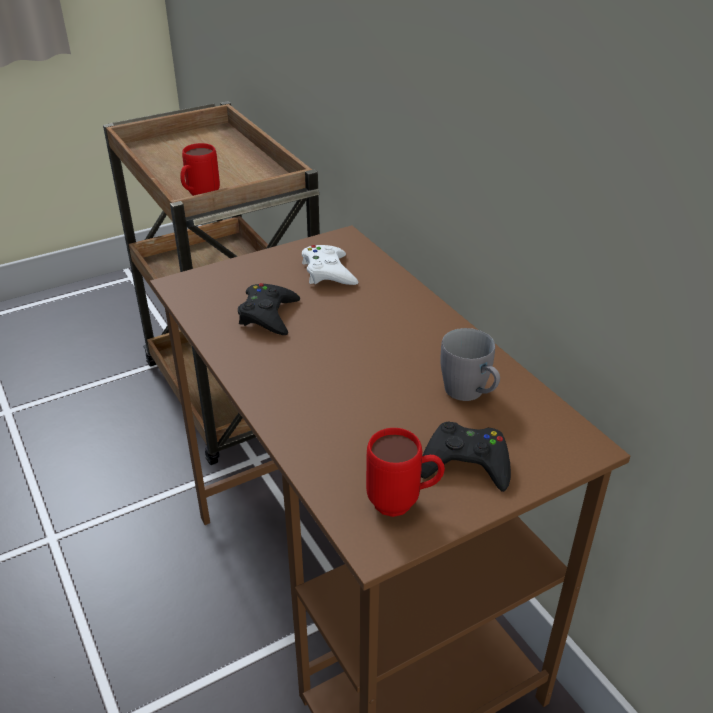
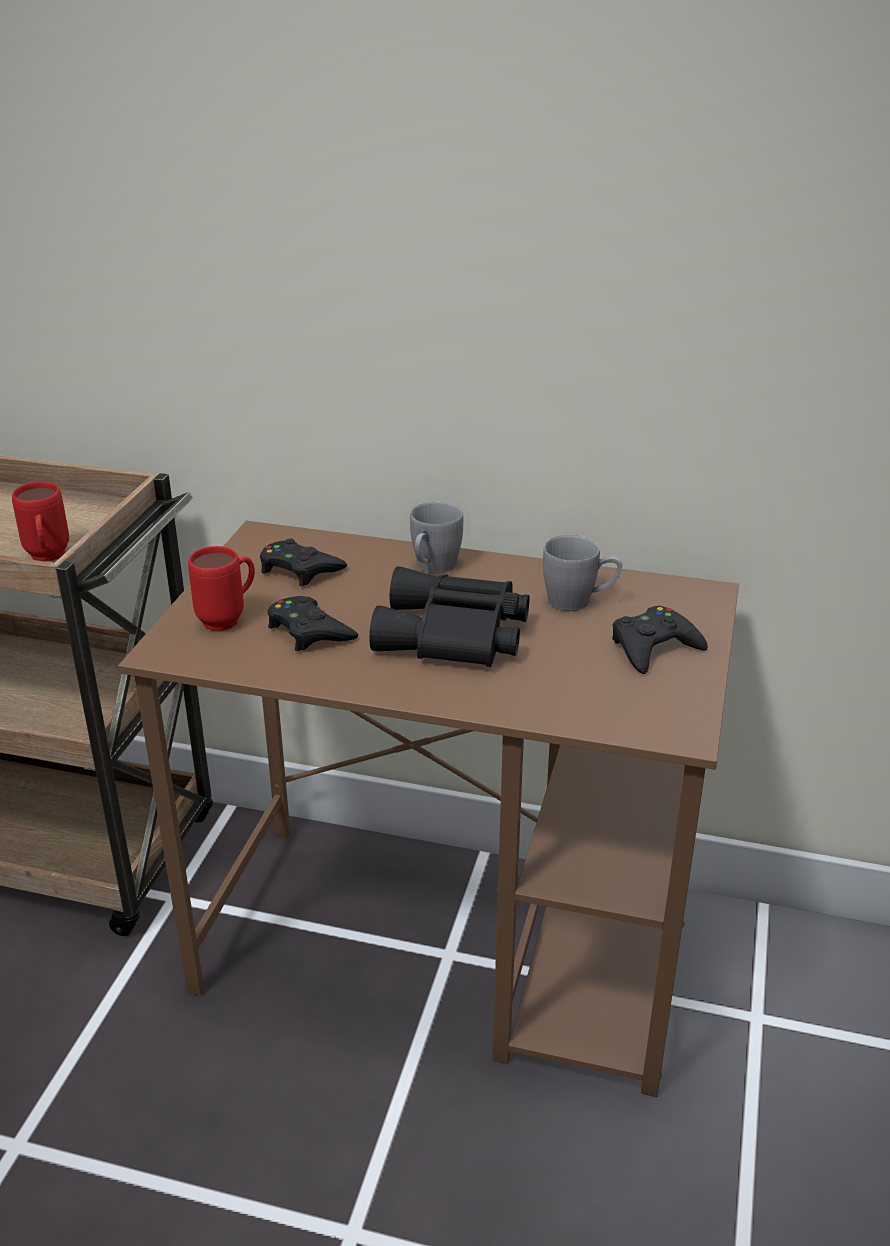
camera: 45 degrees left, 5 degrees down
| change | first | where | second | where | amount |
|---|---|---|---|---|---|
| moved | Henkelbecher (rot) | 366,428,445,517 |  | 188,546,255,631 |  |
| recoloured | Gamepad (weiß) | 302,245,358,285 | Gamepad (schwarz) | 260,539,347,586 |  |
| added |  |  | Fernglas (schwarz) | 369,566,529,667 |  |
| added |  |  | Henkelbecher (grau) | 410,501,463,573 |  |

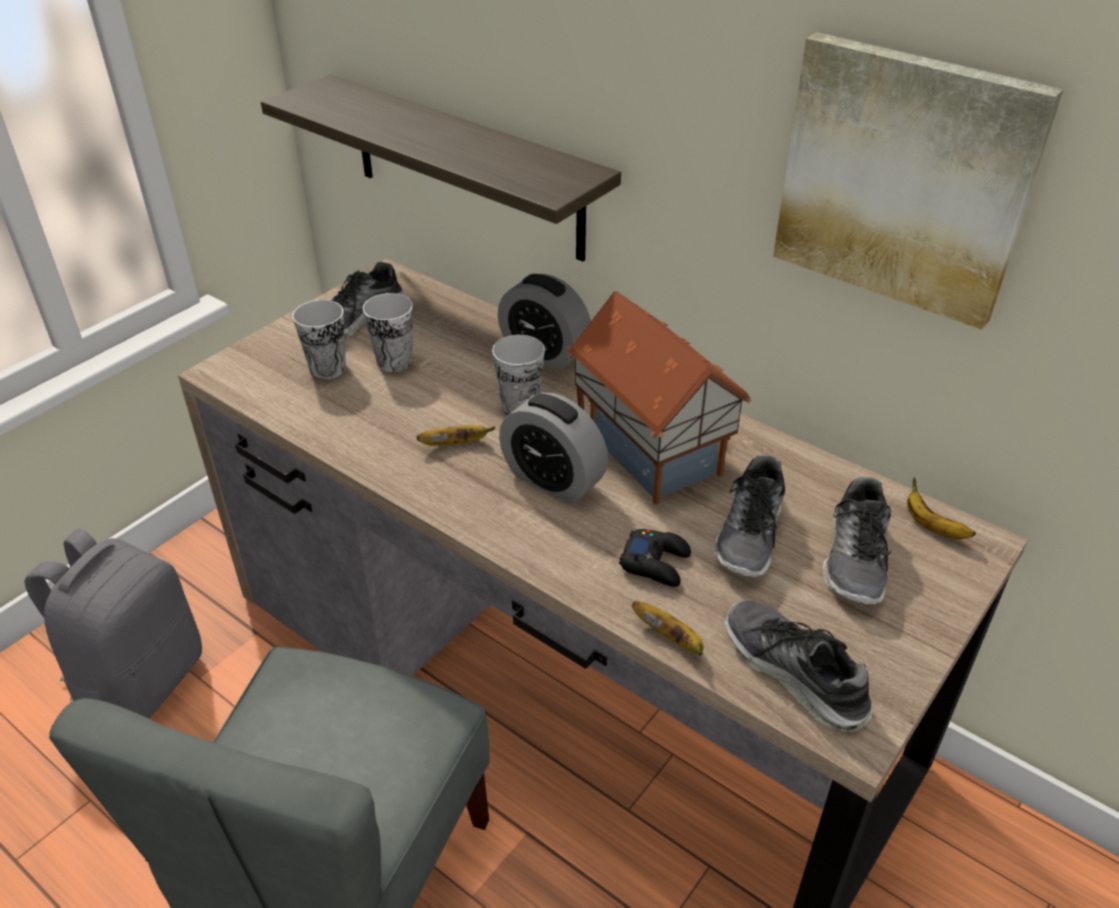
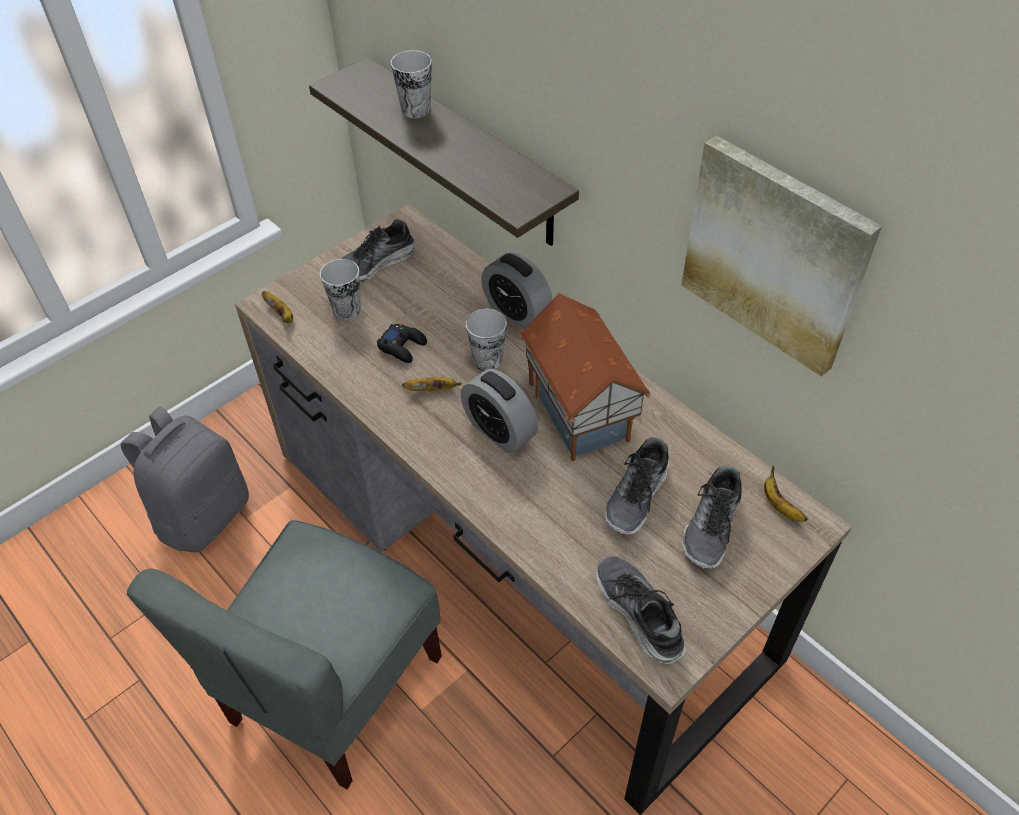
camera: 10 degrees right, 10 degrees up
| change | first | where | second | where | amount |
|---|---|---|---|---|---|
| moved | Banane | 632,601,704,656 |  | 262,291,293,323 |  |
| moved | Gamepad (schwarz) | 619,529,691,587 |  | 377,324,427,363 |  |
| moved | Tasse | 363,293,413,372 |  | 391,50,432,118 |  |

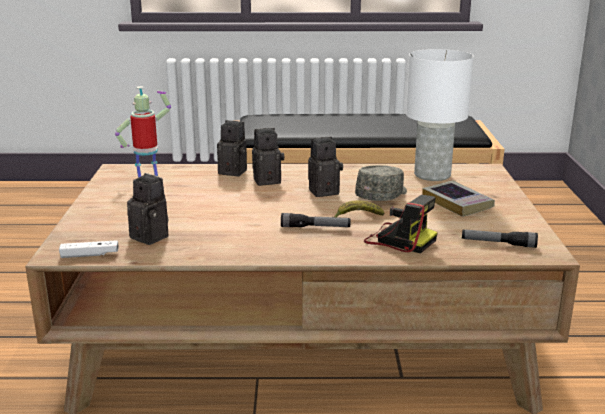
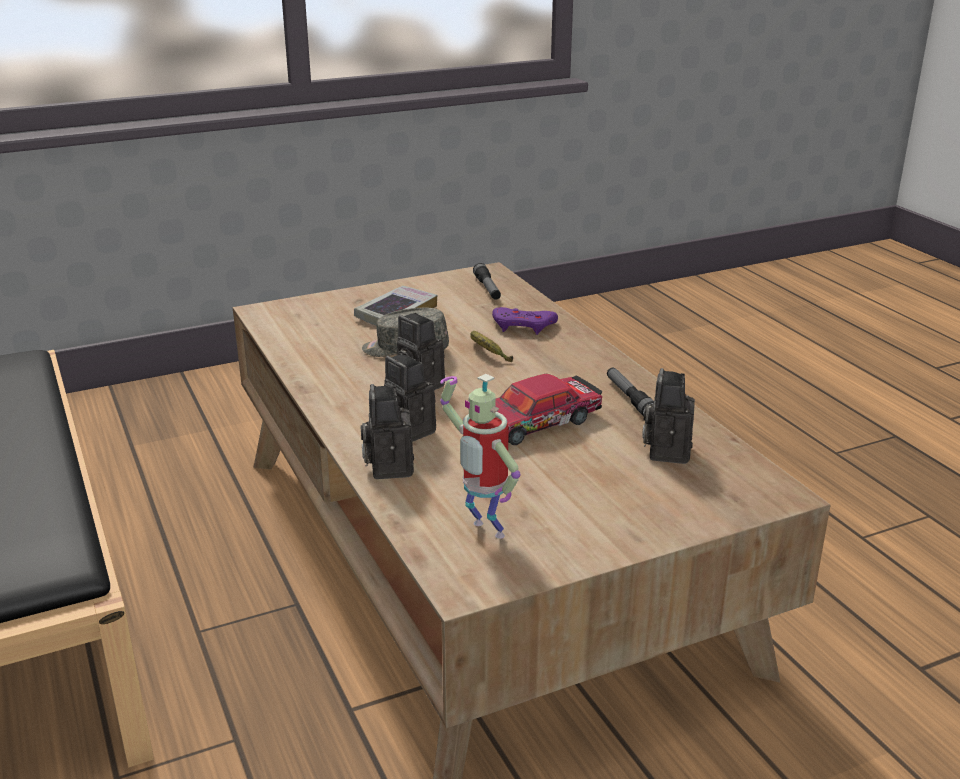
camera: 115 degrees left, 5 degrees up
| change | first | where | second | where | amount |
|---|---|---|---|---|---|
| replaced | Kamera | 364,195,438,253 | Gamepad (lila) | 492,307,558,335 |  |
| added |  |  | Spielzeugauto | 496,374,603,445 |  |
| moved | Taschenlampe | 281,213,351,227 |  | 607,368,654,417 |  |
| removed | Gamepad (weiß) | 59,240,119,258 |  |  |  |
| removed | Tischlampe (weiß) | 406,49,473,181 |  |  |  |

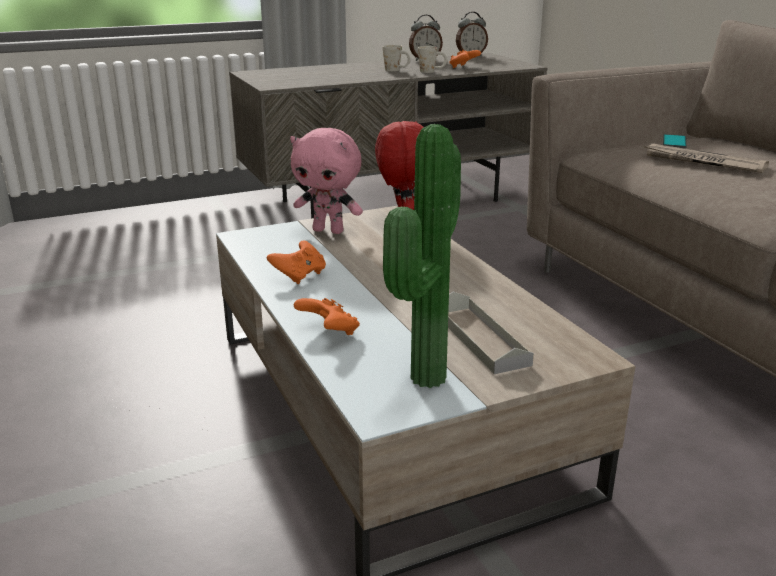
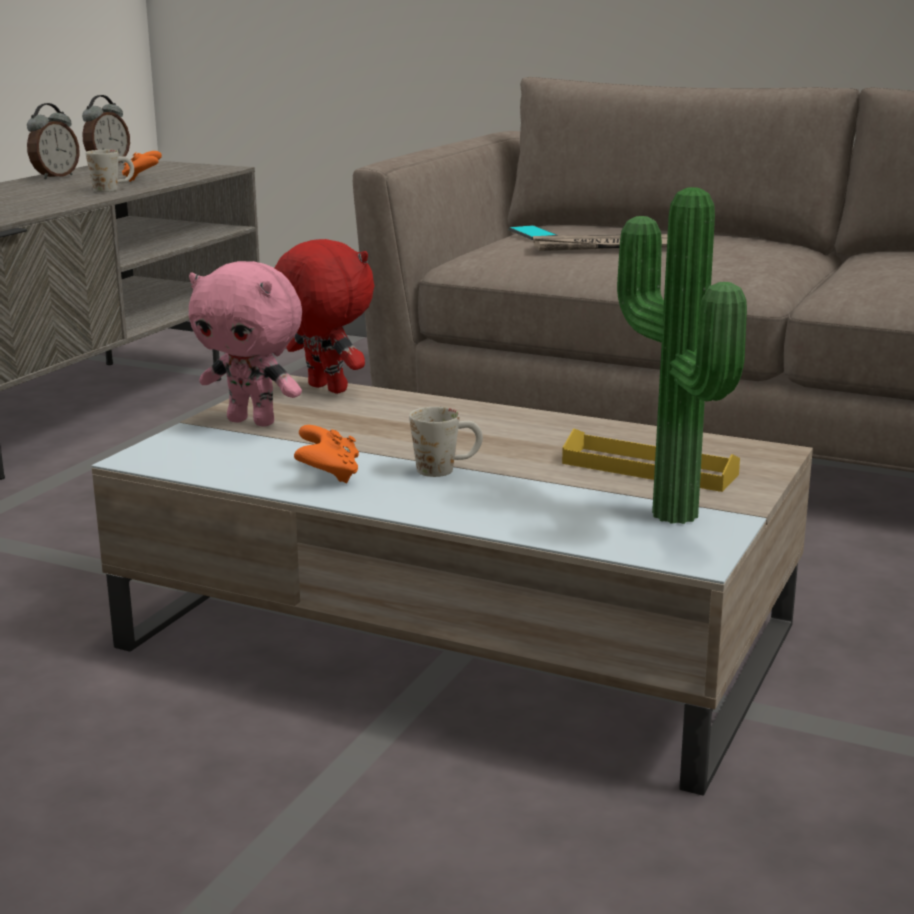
camera: 40 degrees left, 5 degrees down
| change | first | where | second | where | amount |
|---|---|---|---|---|---|
| turned | Plüschtier (rosa) | 290,128,363,234 |  | 189,261,302,426 | 45 degrees clockwise |
| moved | Henkelbecher (weiß) | 382,45,411,71 |  | 409,407,483,477 |  |
| recoloured | Tablett (grau) | 448,292,534,374 | Tablett (gelb) | 562,428,740,492 |  |
| removed | Gamepad (orange) | 294,298,360,335 |  |  |  |

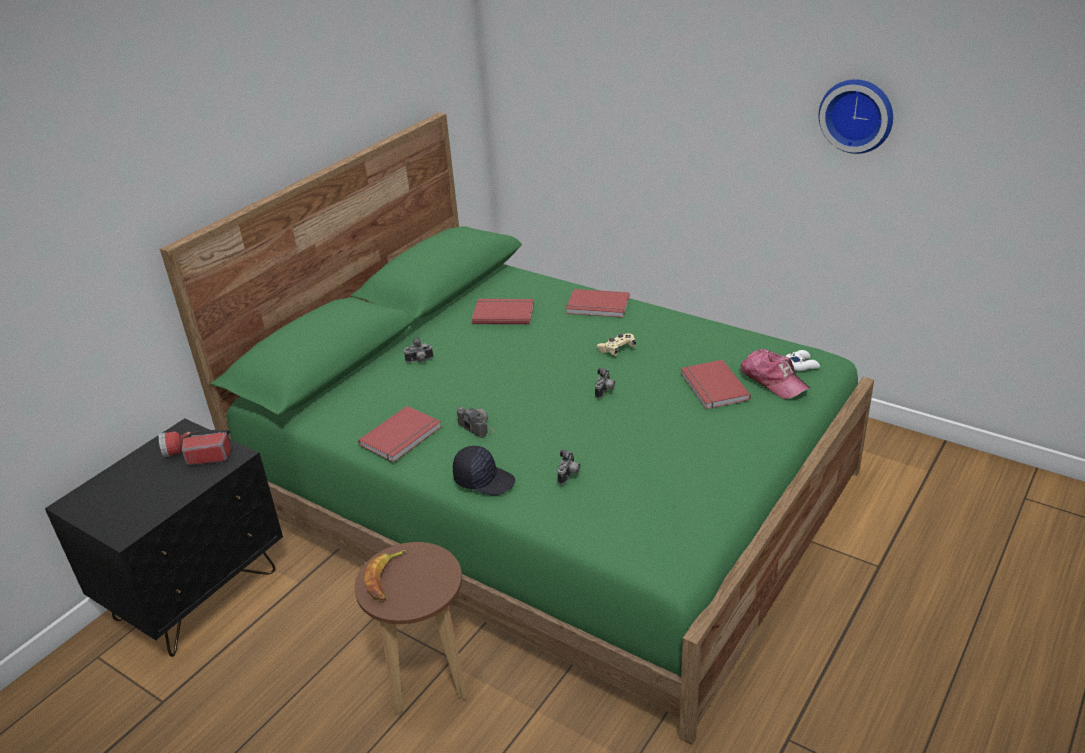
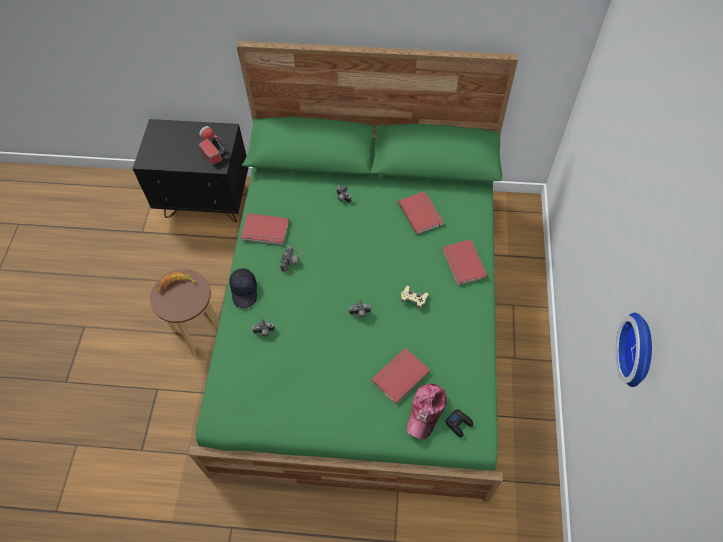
camera: 60 degrees right, 25 degrees up
| change | first | where | second | where | amount |
|---|---|---|---|---|---|
| recoloured | Gamepad (weiß) | 786,350,820,371 | Gamepad (schwarz) | 445,409,473,437 |  |

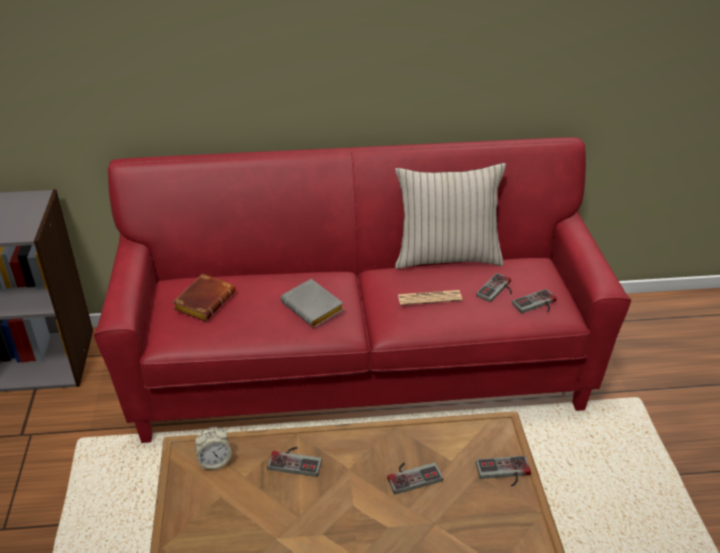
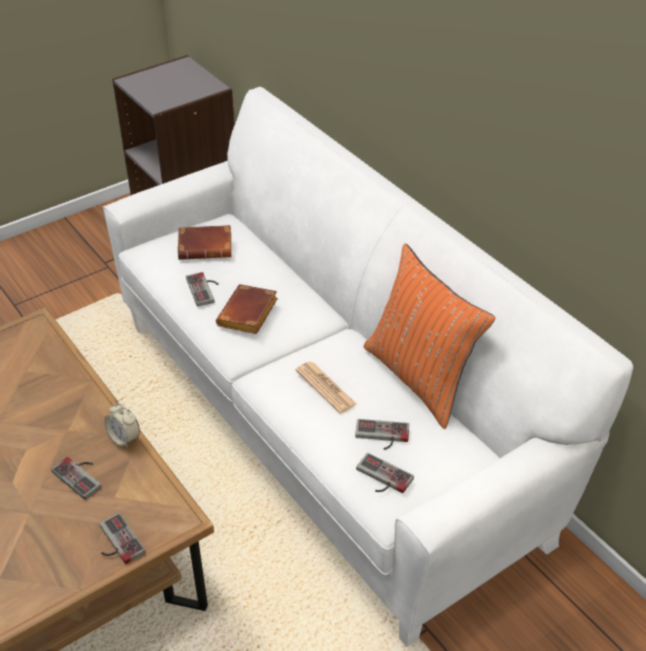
camera: 60 degrees right, 5 degrees up
| change | first | where | second | where | amount |
|---|---|---|---|---|---|
| recoloured | Sofa (rot) | 94,137,631,443 | Sofa (weiß) | 103,87,633,647 |  |
| moved | Wecker | 195,427,232,470 |  | 104,403,140,448 |  |
| moved | Gamepad | 267,447,322,477 |  | 186,272,219,307 |  |
| recoloured | Buch (grau) | 280,279,344,328 | Buch (braun) | 216,284,278,334 |  |
| recoloured | Kissen (beige) | 395,163,506,269 | Kissen (orange) | 363,243,496,429 |  |

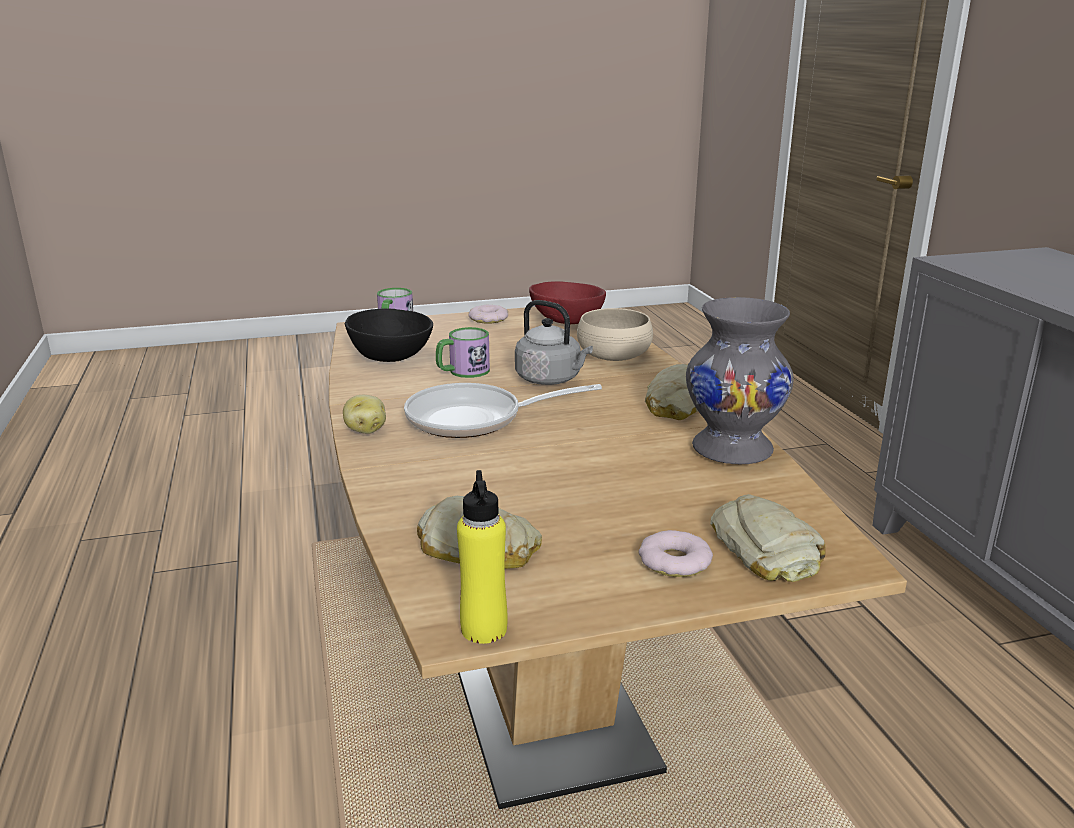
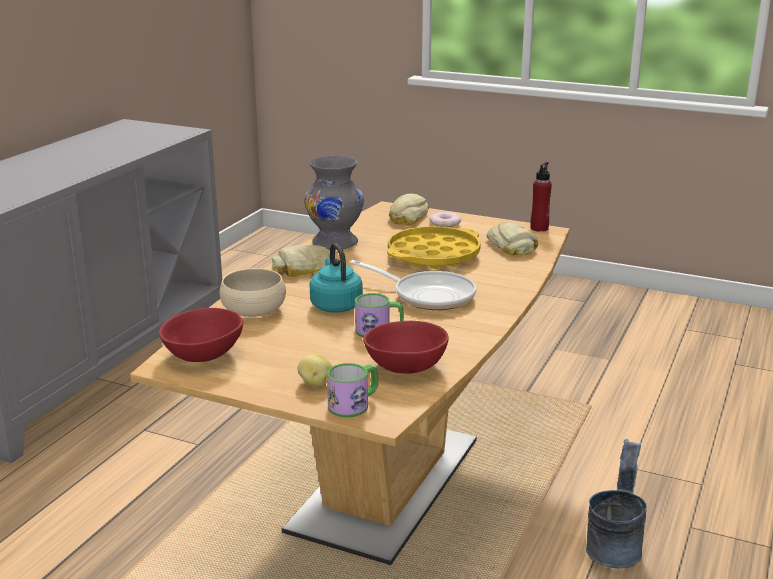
camera: 140 degrees left, 0 degrees up
| change | first | where | second | where | amount |
|---|---|---|---|---|---|
| moved | Kartoffel | 343,395,386,434 |  | 298,354,332,387 |  |
| recoloured | Wasserkessel (grau) | 515,300,593,385 | Wasserkessel (türkis) | 310,243,363,312 |  |
| recoloured | Schüssel (schwarz) | 345,309,433,362 | Schüssel (rot) | 363,321,448,373 |  |
| added |  |  | Tablett (gelb) | 387,226,481,269 |  |
| recoloured | Flasche (gelb) | 457,470,508,644 | Flasche (rot) | 530,162,552,232 |  |
| added |  |  | Eimer (grau) | 586,439,647,569 |  |
| removed | Donut | 468,305,508,324 |  |  |  |

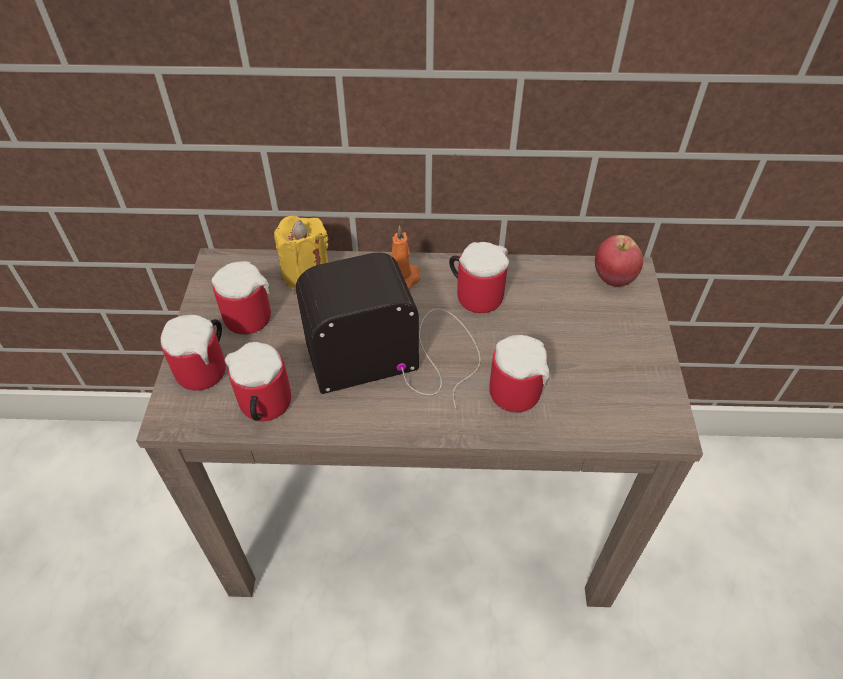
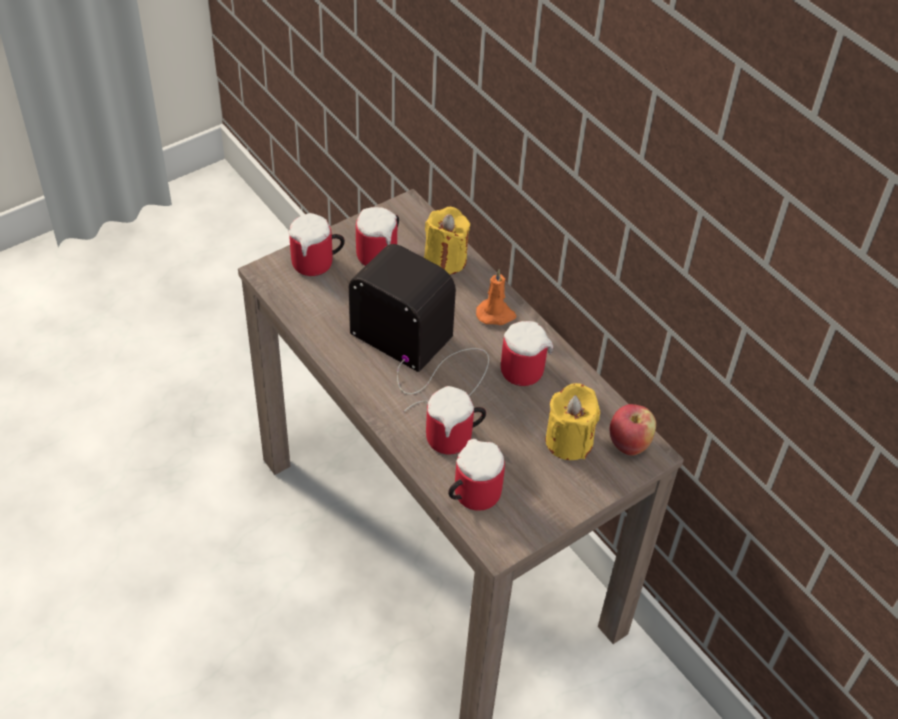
camera: 50 degrees right, 0 degrees up
| change | first | where | second | where | amount |
|---|---|---|---|---|---|
| moved | Henkelbecher | 225,342,291,421 |  | 448,439,505,511 |  |
| added |  |  | Kerze (gelb) | 545,383,600,460 |  |

